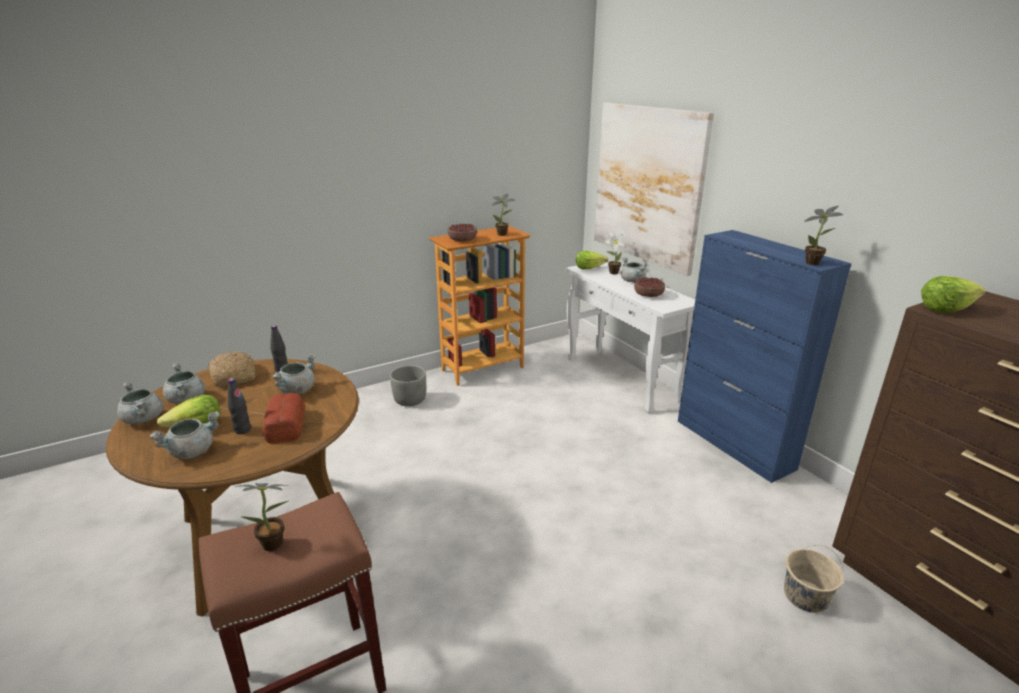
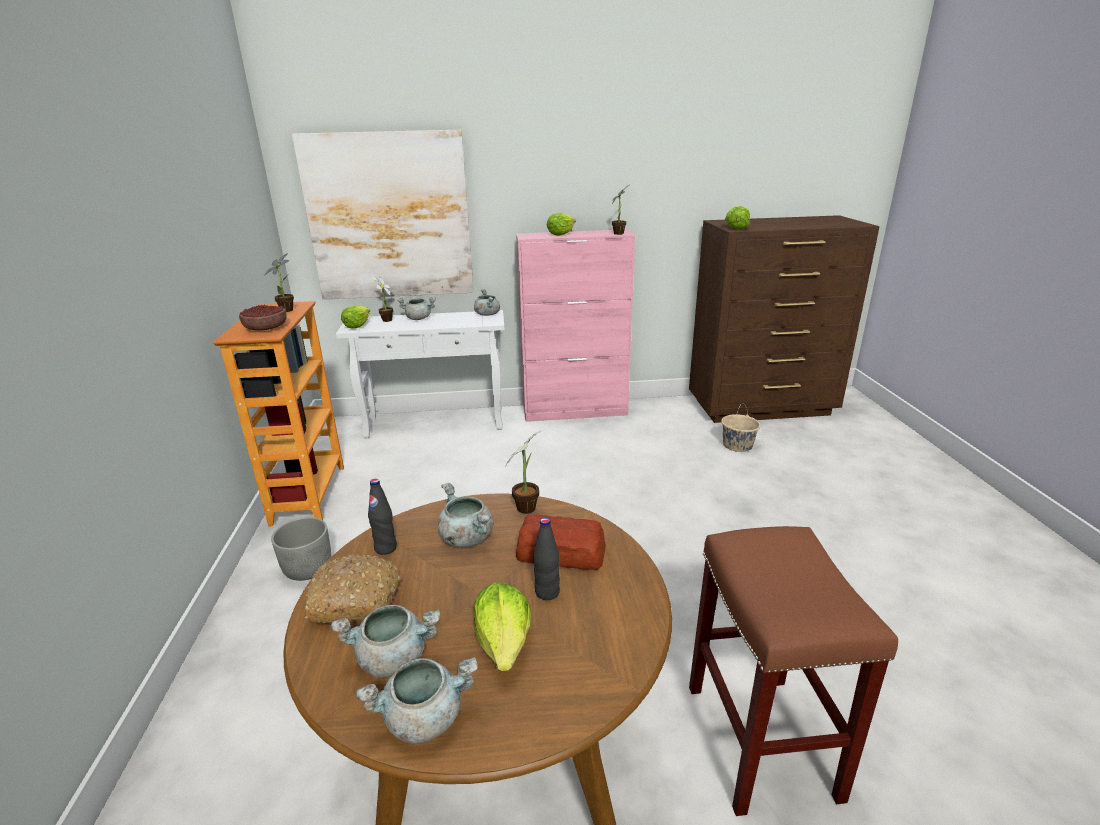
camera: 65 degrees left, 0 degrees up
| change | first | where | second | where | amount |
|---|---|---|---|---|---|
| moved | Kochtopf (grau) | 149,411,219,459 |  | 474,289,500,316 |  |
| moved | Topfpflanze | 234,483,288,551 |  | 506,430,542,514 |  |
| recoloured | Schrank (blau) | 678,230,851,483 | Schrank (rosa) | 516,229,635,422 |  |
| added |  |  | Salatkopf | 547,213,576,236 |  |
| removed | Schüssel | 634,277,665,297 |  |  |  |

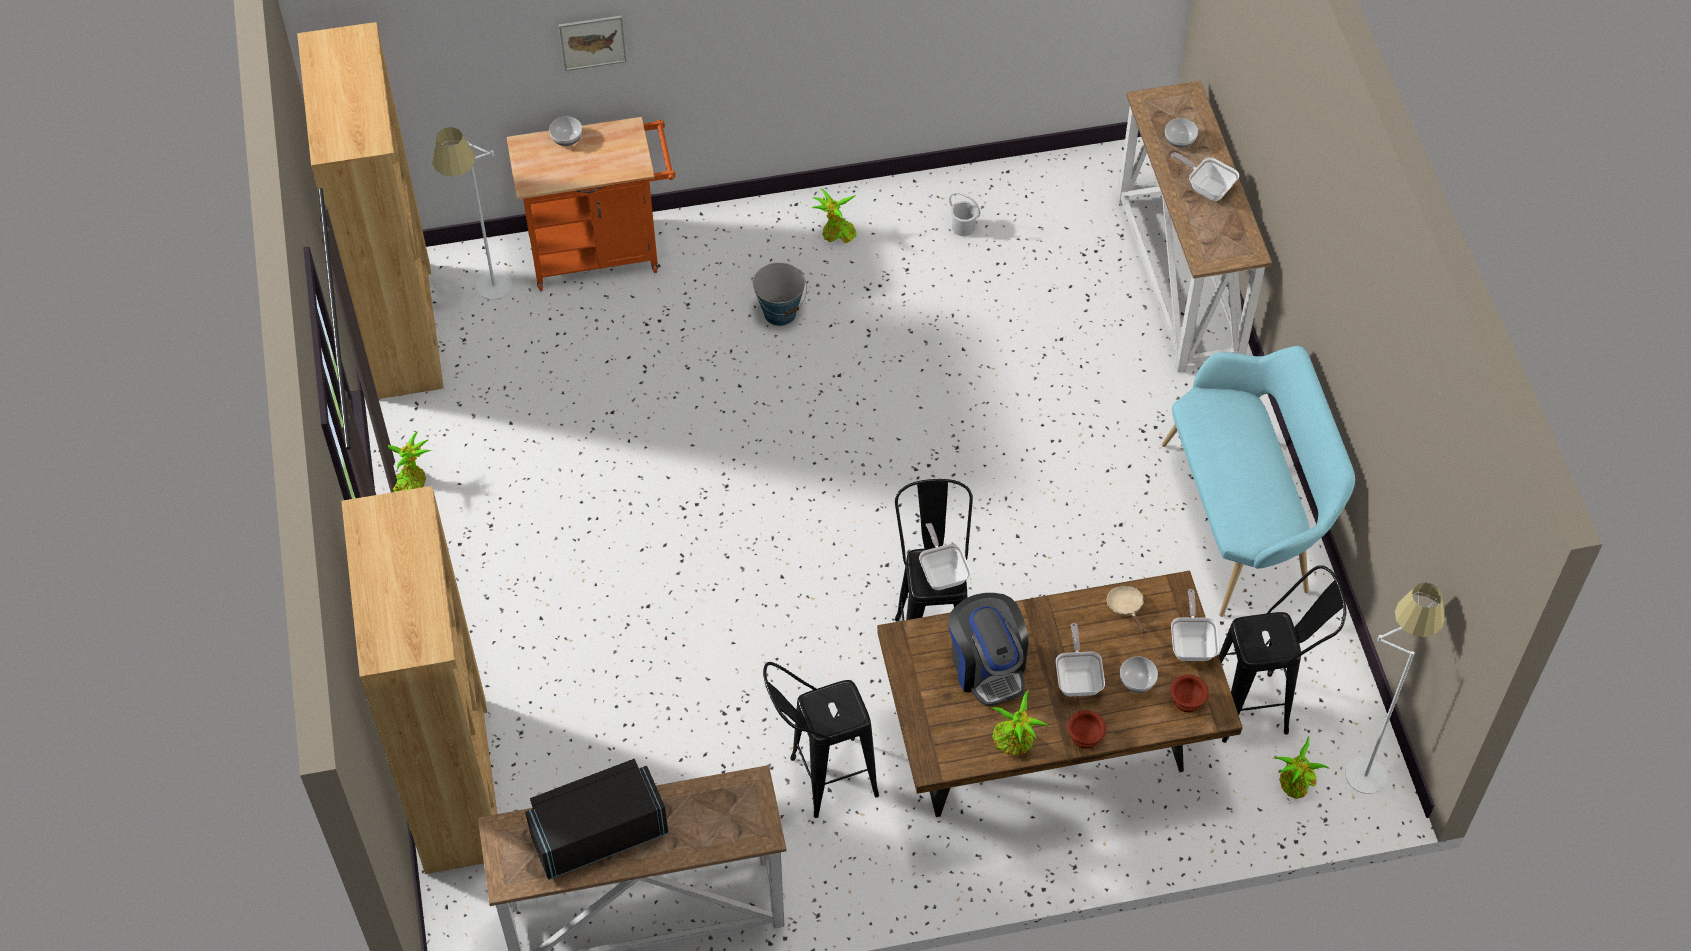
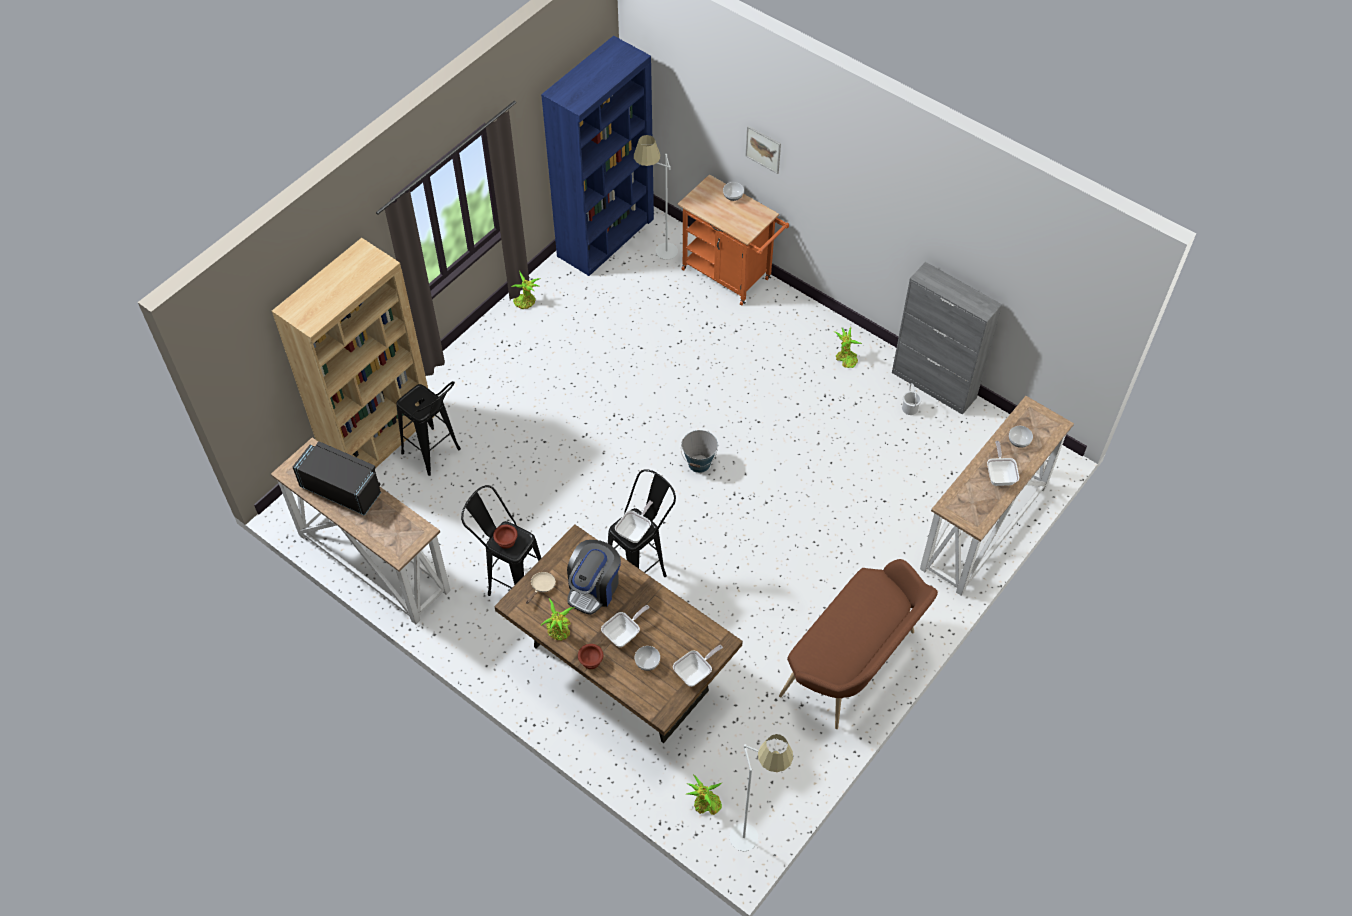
camera: 50 degrees right, 0 degrees up
| change | first | where | second | where | amount |
|---|---|---|---|---|---|
| moved | Hocker (schwarz) | 1219,565,1346,743 |  | 396,381,461,476 |  |
| moved | Schüssel (braun) | 1170,675,1209,712 |  | 493,525,518,549 |  |
| moved | Pfanne (beige) | 1107,586,1147,634 |  | 526,572,556,604 |  |
| recoloured | Bücherregal (braun) | 297,22,444,399 | Bücherregal (blau) | 541,36,654,276 |  |
| moved | Eimer | 753,262,807,326 |  | 681,430,718,473 |  |
| recoloured | Bank (türkis) | 1162,346,1355,617 | Bank (braun) | 779,559,938,729 |  |
| added |  |  | Schrank (grau) | 892,262,1002,415 |  |

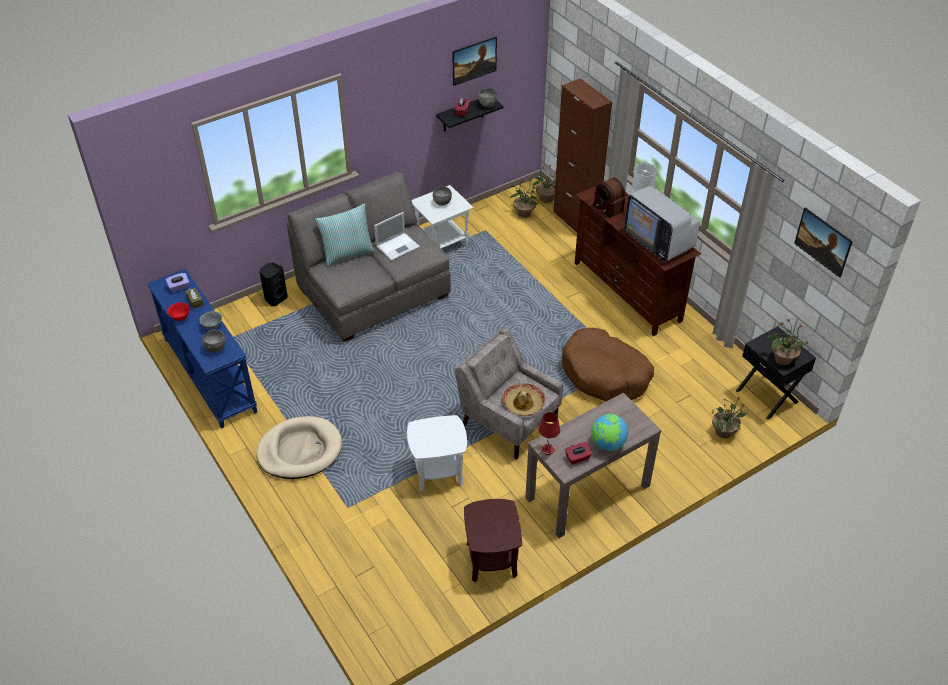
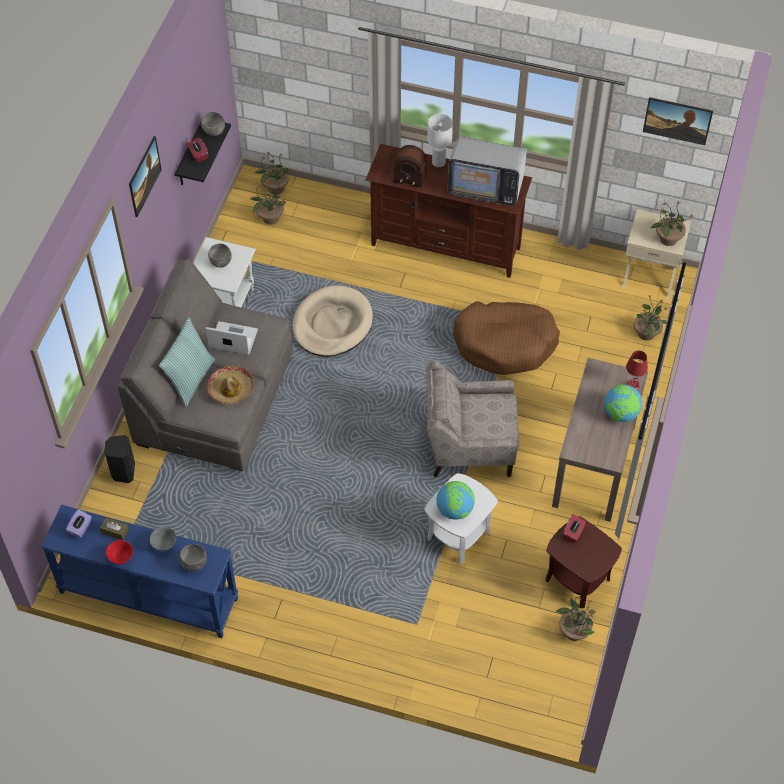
camera: 40 degrees left, 10 degrees up
| change | first | where | second | where | amount |
|---|---|---|---|---|---|
| moved | Bild | 452,36,497,86 |  | 129,136,162,217 |  |
| turned | Laptop | 374,212,420,261 |  | 206,321,258,355 | 90 degrees counterclockwise |
| moved | Hut | 502,383,545,416 |  | 207,366,254,404 |  |
| moved | Hundebett (beige) | 256,416,342,479 |  | 293,285,373,357 |  |
| added |  |  | Globus | 436,481,475,520 |  |
| added |  |  | Topfpflanze | 556,596,596,641 |  |
| moved | Taschentuchbox (rot) | 565,442,592,465 |  | 563,514,586,542 |  |
| recoloured | Nachttisch (schwarz) | 736,326,816,420 | Nachttisch (beige) | 622,209,691,299 |  |
| moved | Tischlampe (rot) | 539,412,560,455 |  | 626,351,648,390 |  |
| removed | Schrank (braun) | 553,78,612,232 |  |  |  |

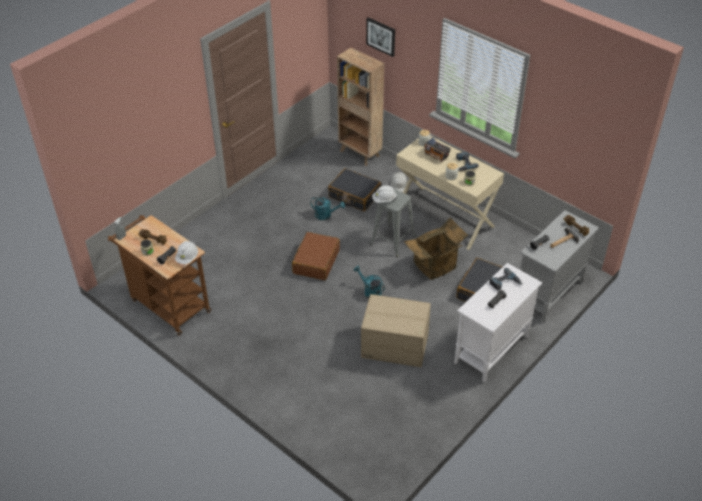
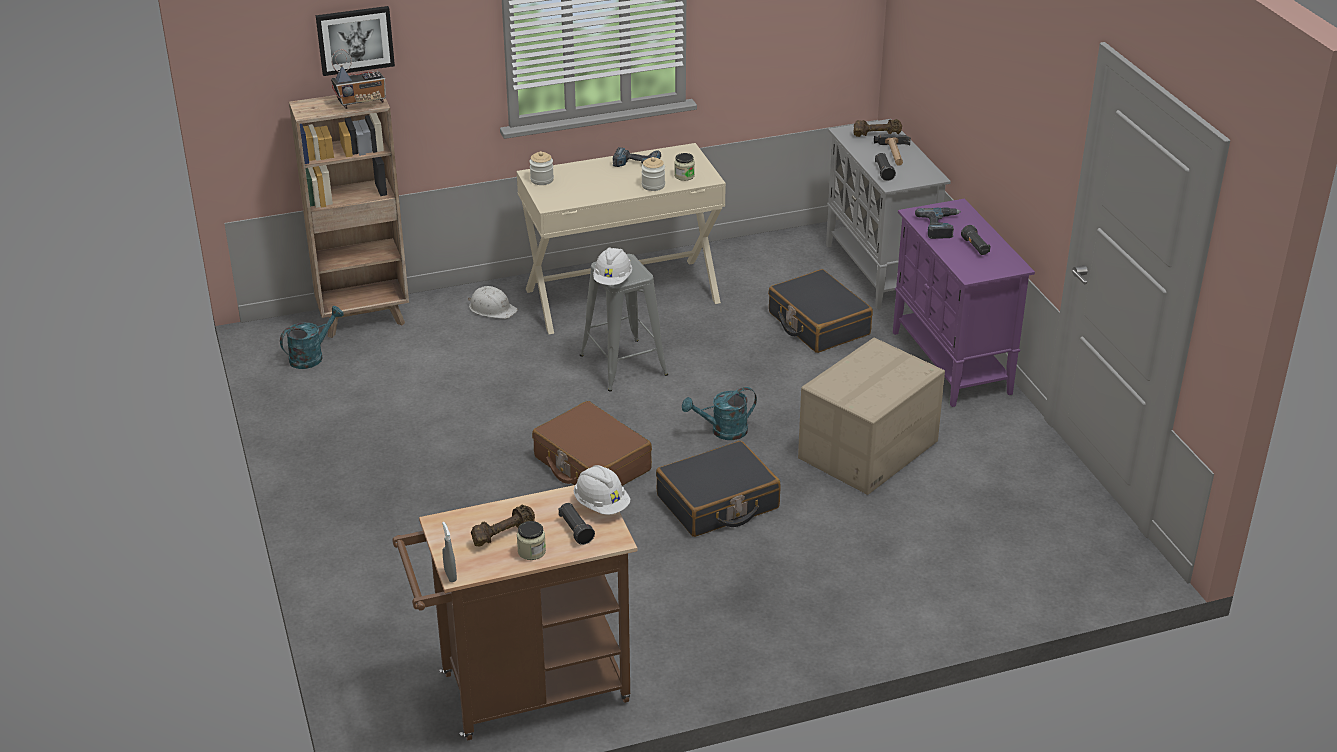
camera: 60 degrees left, 10 degrees down
| change | first | where | second | where | amount |
|---|---|---|---|---|---|
| moved | Gießkanne (türkis) | 310,197,345,220 |  | 280,306,344,369 |  |
| moved | Radio | 424,129,451,162 |  | 331,49,386,109 |  |
| moved | Koffer (schwarz) | 328,168,381,211 |  | 656,441,780,537 |  |
| recoloured | Schrank (weiß) | 454,263,542,382 | Schrank (lila) | 893,199,1035,407 |  |
| removed | Karton | 404,218,468,280 |  |  |  |

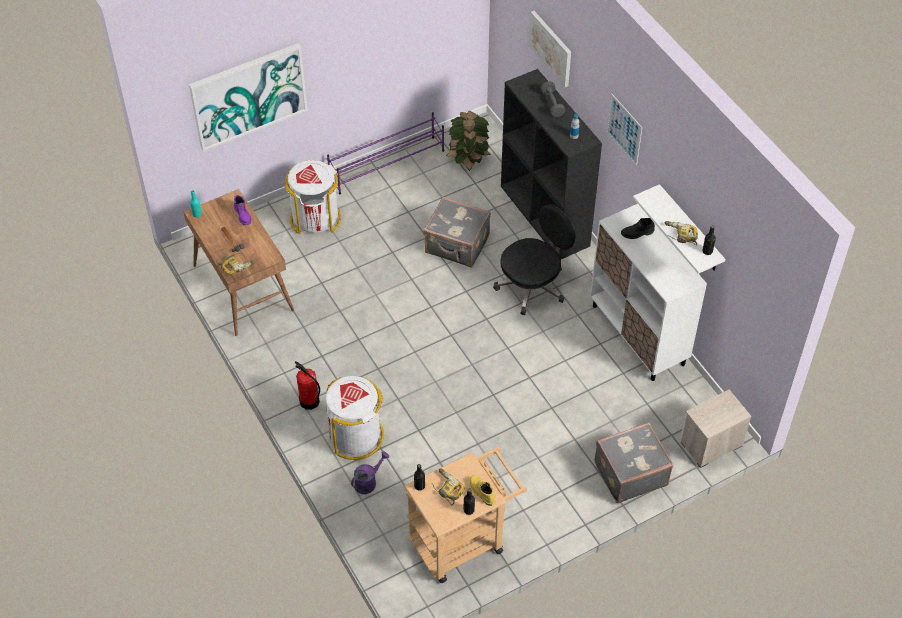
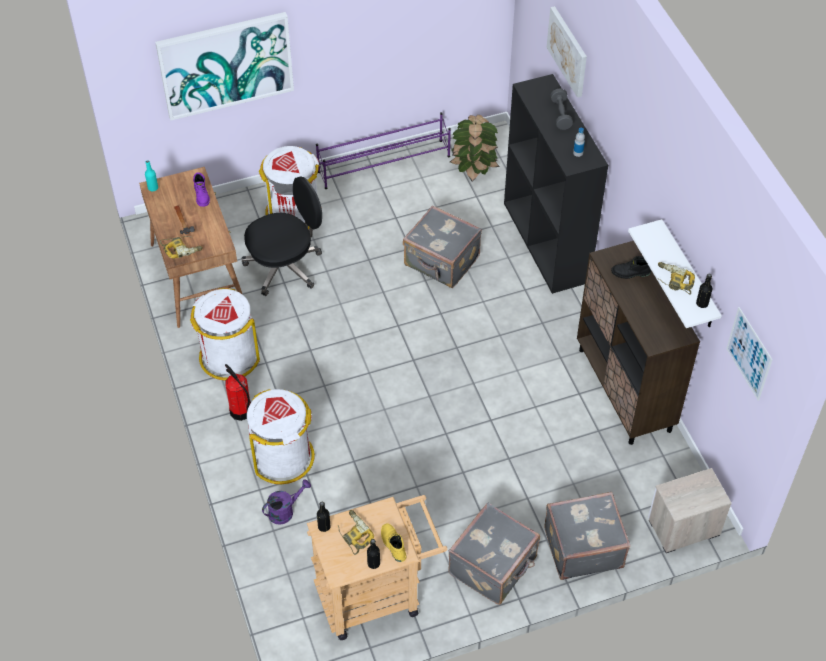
camera: 10 degrees right, 0 degrees up
| change | first | where | second | where | amount |
|---|---|---|---|---|---|
| added |  |  | Mülleimer (weiß) | 190,288,260,381 |  |
| moved | Bürostuhl (schwarz) | 493,204,576,315 |  | 241,176,322,296 |  |
| added |  |  | Koffer (grau) | 448,502,540,605 |  |
| recoloured | Schrank (weiß) | 590,204,707,381 | Schrank (braun) | 577,241,700,445 |  |
| moved | Bild | 607,93,642,166 |  | 726,307,773,401 |  |

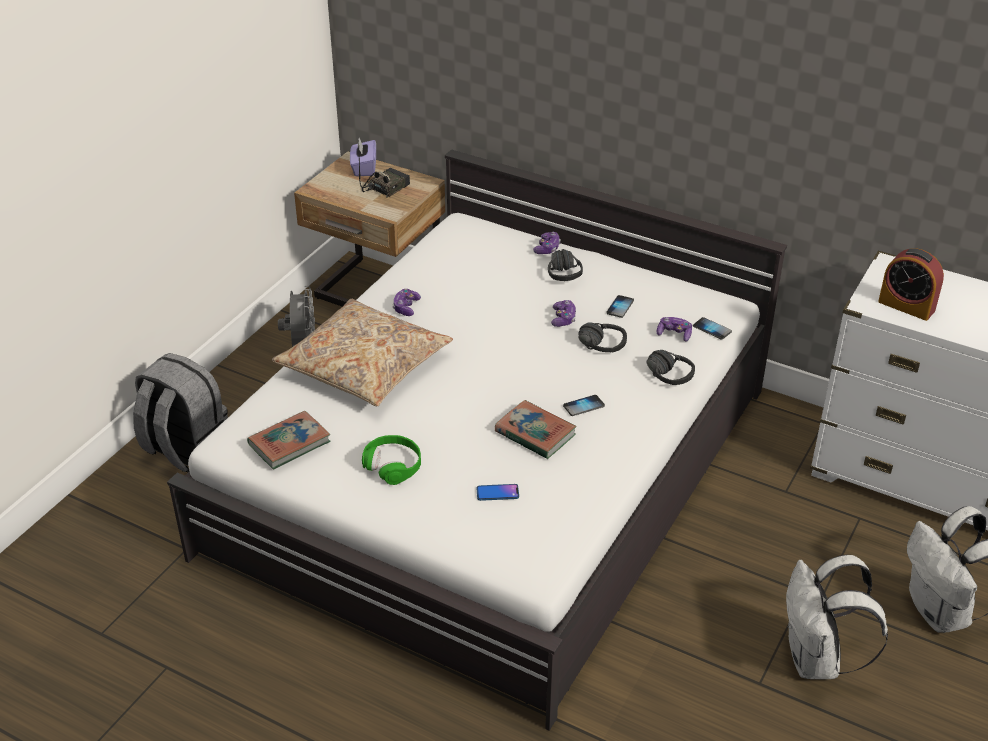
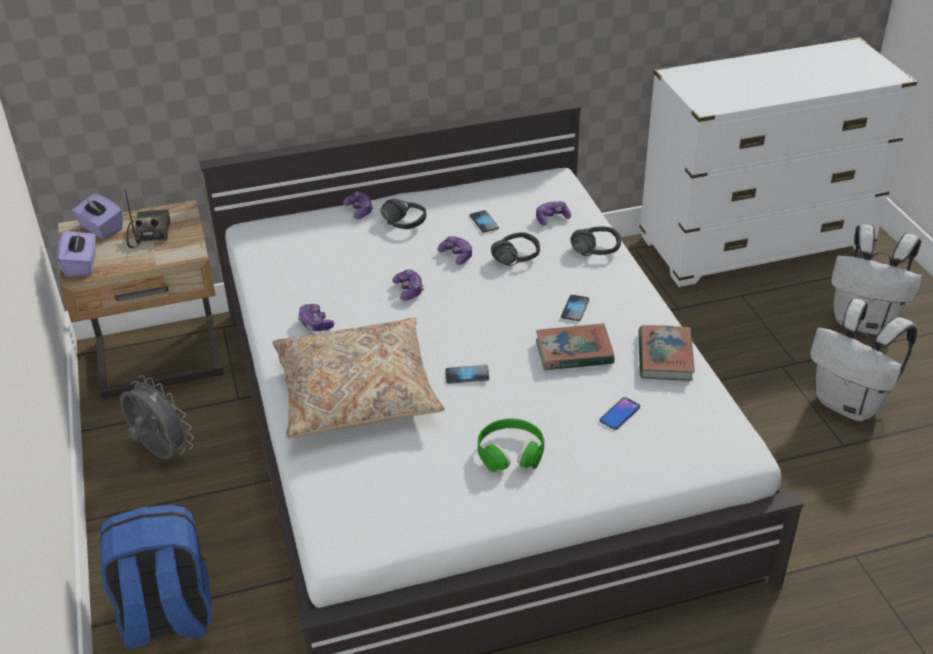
camera: 45 degrees left, 0 degrees up
| change | first | where | second | where | amount |
|---|---|---|---|---|---|
| added |  |  | Taschentuchbox (lila) | 57,229,96,277 |  |
| recoloured | Rucksack (grau) | 133,353,228,472 | Rucksack (blau) | 99,505,212,649 |  |
| added |  |  | Gamepad | 393,269,424,301 |  |
| moved | Handy | 693,317,732,340 |  | 446,365,489,384 |  |
| moved | Buch | 247,411,330,469 |  | 638,325,695,381 |  |
| removed | Wecker | 878,248,944,321 |  |  |  |

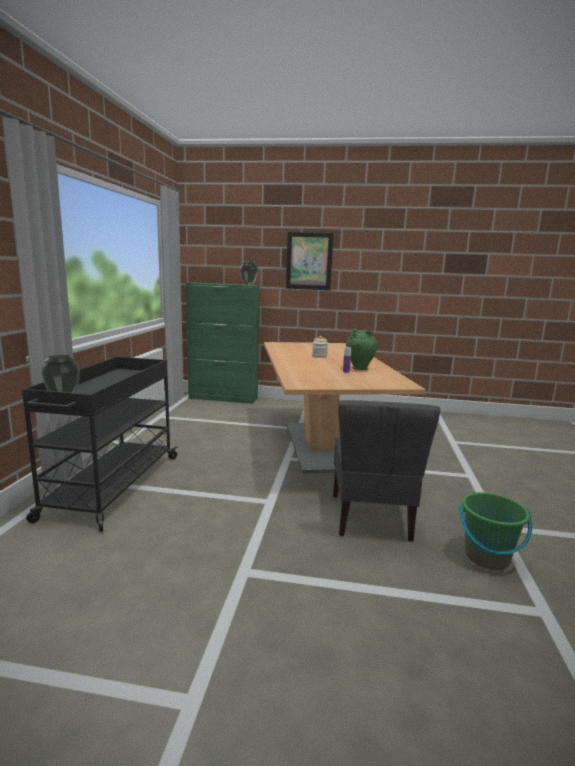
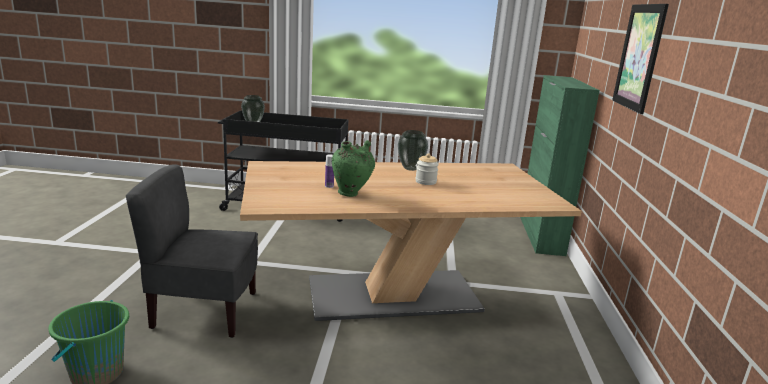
camera: 85 degrees right, 5 degrees up
| change | first | where | second | where | amount |
|---|---|---|---|---|---|
| moved | Vase | 240,261,258,285 |  | 398,130,428,171 |  |

